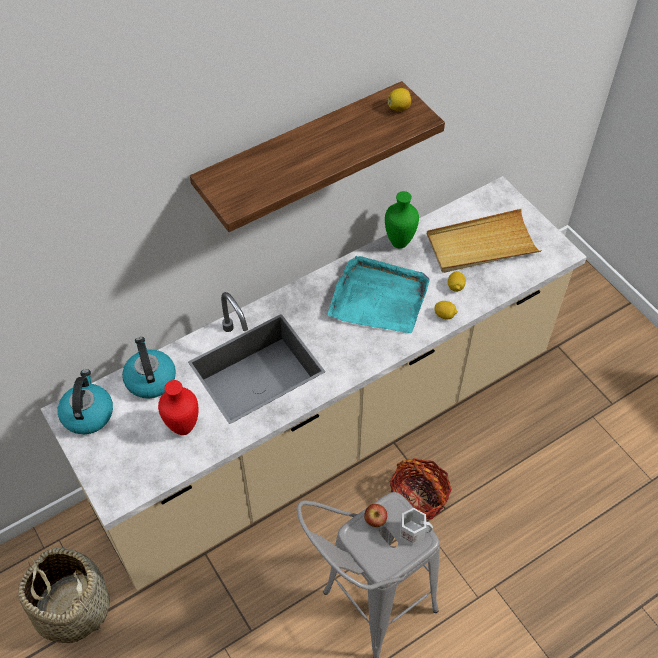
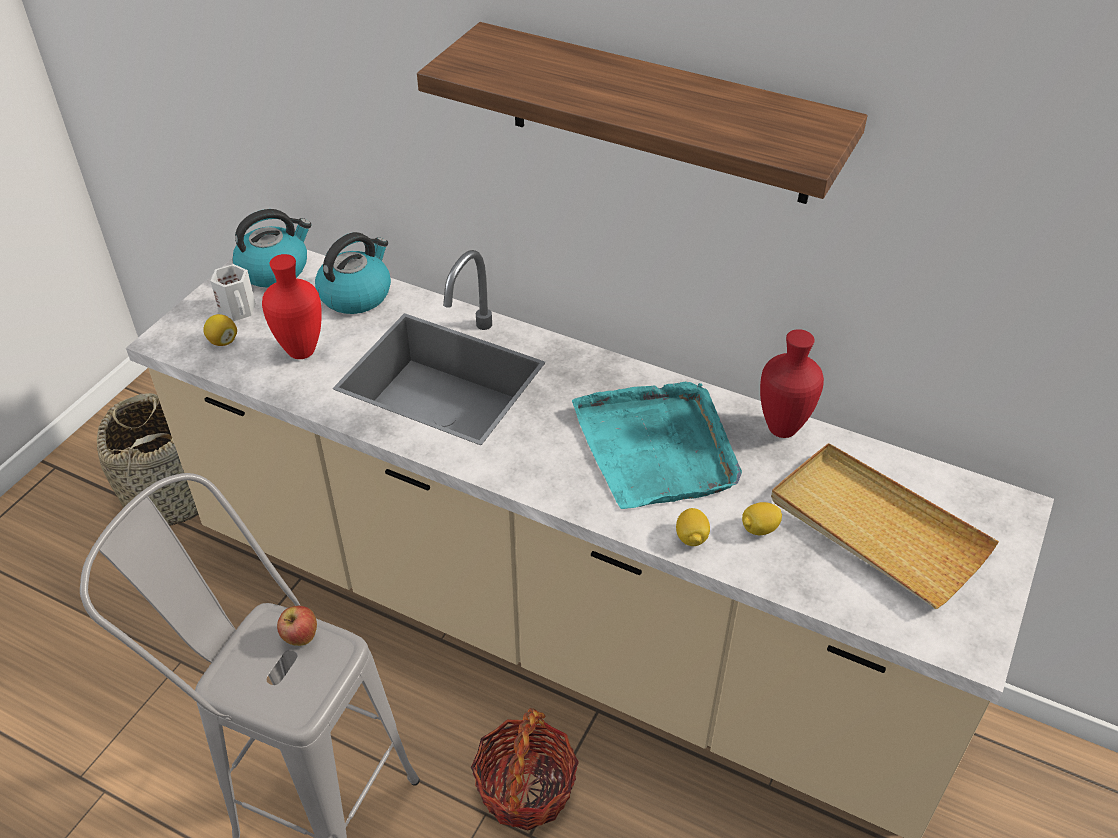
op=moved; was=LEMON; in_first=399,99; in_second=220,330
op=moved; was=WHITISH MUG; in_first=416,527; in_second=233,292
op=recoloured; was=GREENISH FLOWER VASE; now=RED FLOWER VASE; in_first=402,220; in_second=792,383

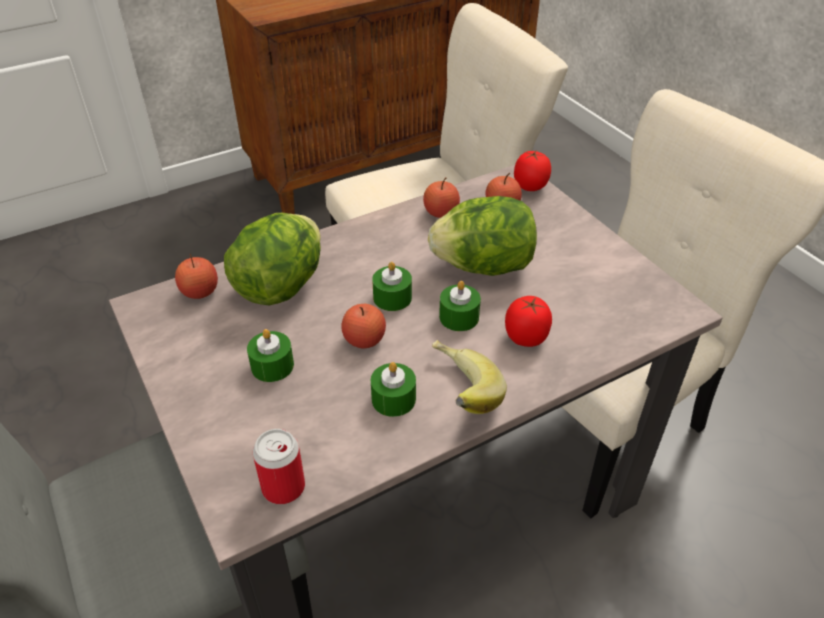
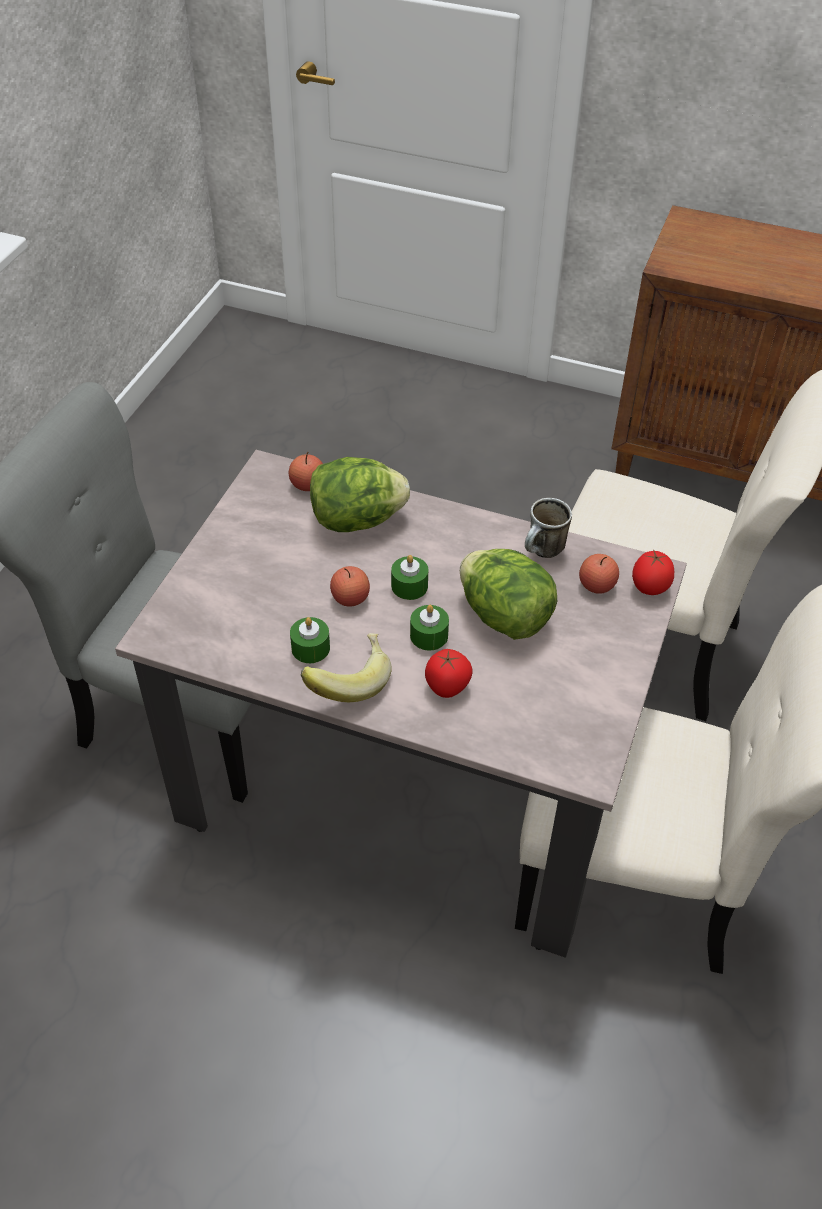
op=replaced; was=APPLE; now=MUG; in_first=441,198; in_second=548,528
op=removed; was=GREENISH WAX LIGHT; in_first=270,355
op=removed; was=SEALED CAN; in_first=279,466

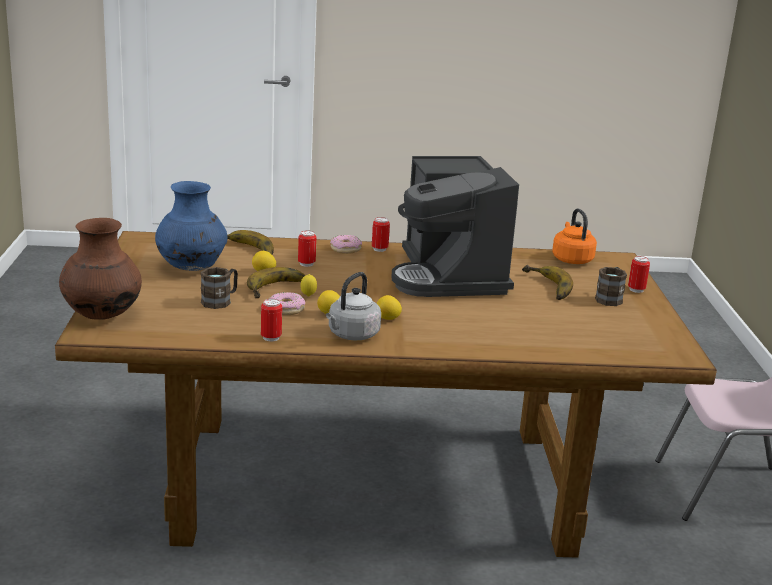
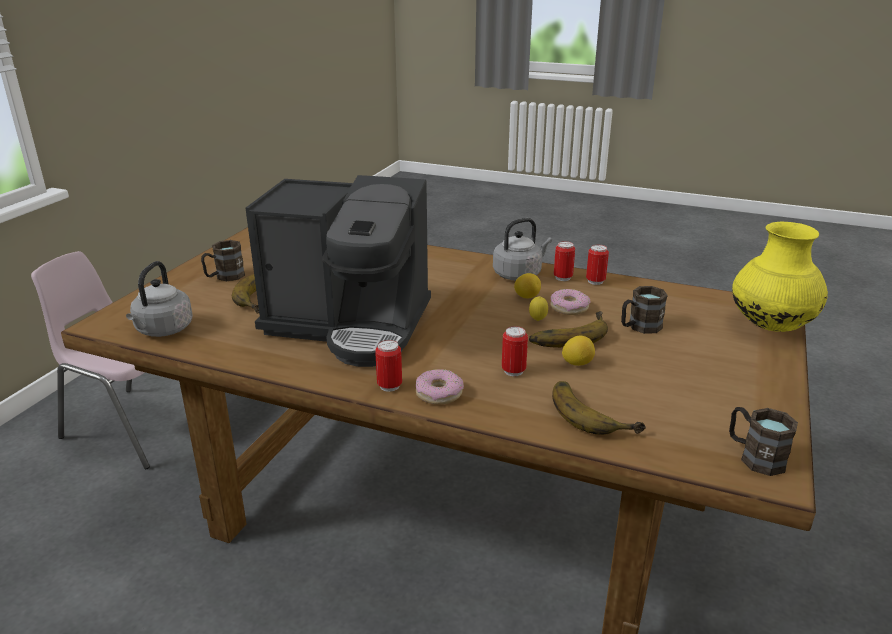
op=recoloured; was=ORANGEY WATER KETTLE; now=GREY WATER KETTLE; in_first=574,236; in_second=159,299
op=turned; was=COFFEE BREWER; in_first=455,226; in_second=338,271; clockwise=90
op=moved; was=SEALED CAN; in_first=639,274; in_second=564,261
op=added; now=BROWNISH MUG; in_second=763,441
op=recoloured; was=BROWNISH FLOWER VASE; now=YELLOWISH FLOWER VASE; in_first=100,269; in_second=780,277
op=removed; was=BLUE-COLOURED FLOWER VASE; in_first=191,226
op=removed; was=LEMON; in_first=389,307

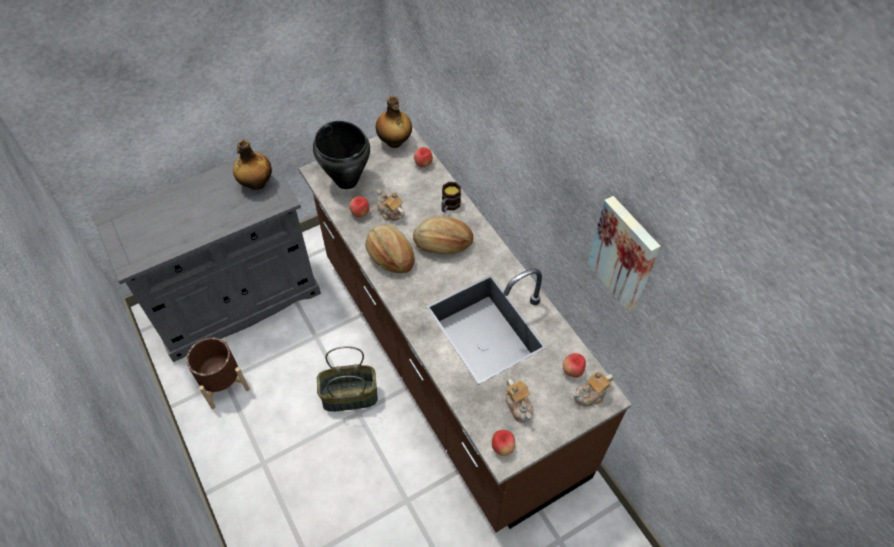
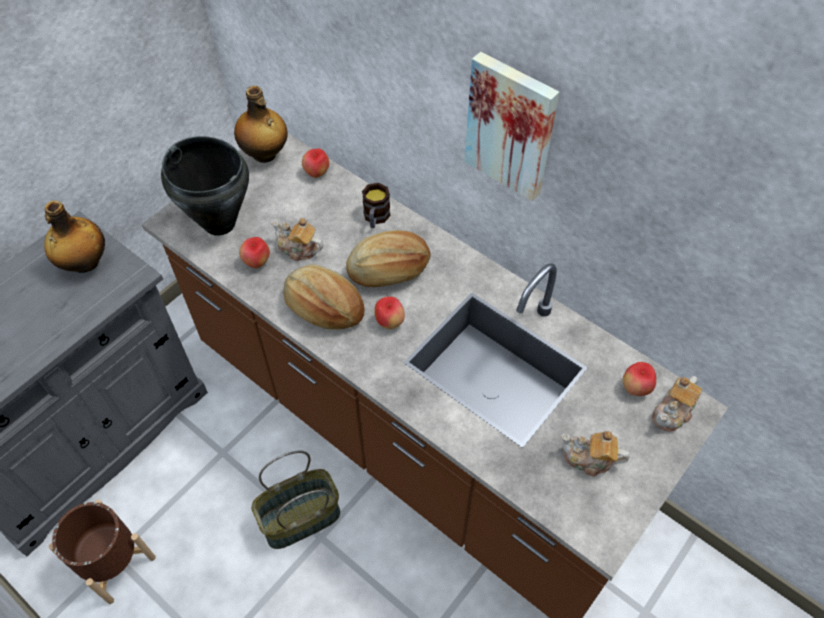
op=moved; was=APPLE; in_first=503,443; in_second=389,313
op=moved; was=WALL ART; in_first=624,254; in_second=511,126
op=turned; was=POT FOR TEA; in_first=520,401; in_second=595,454; clockwise=150

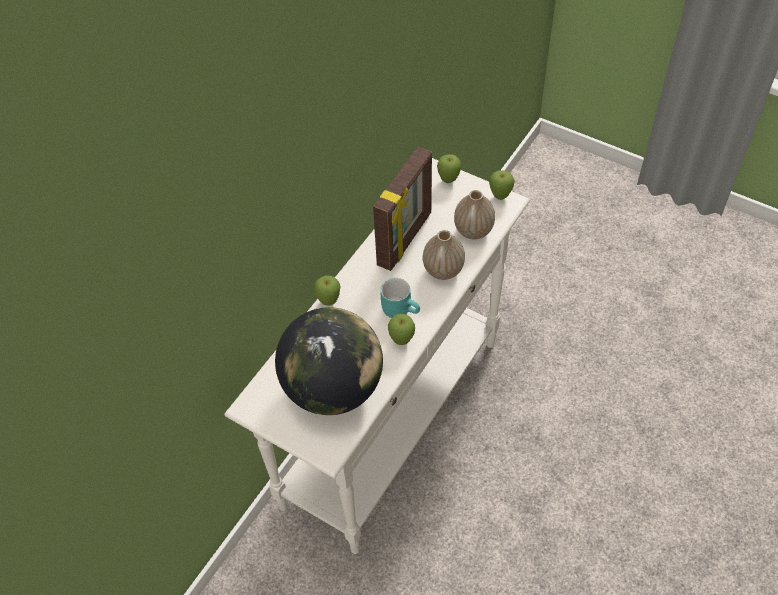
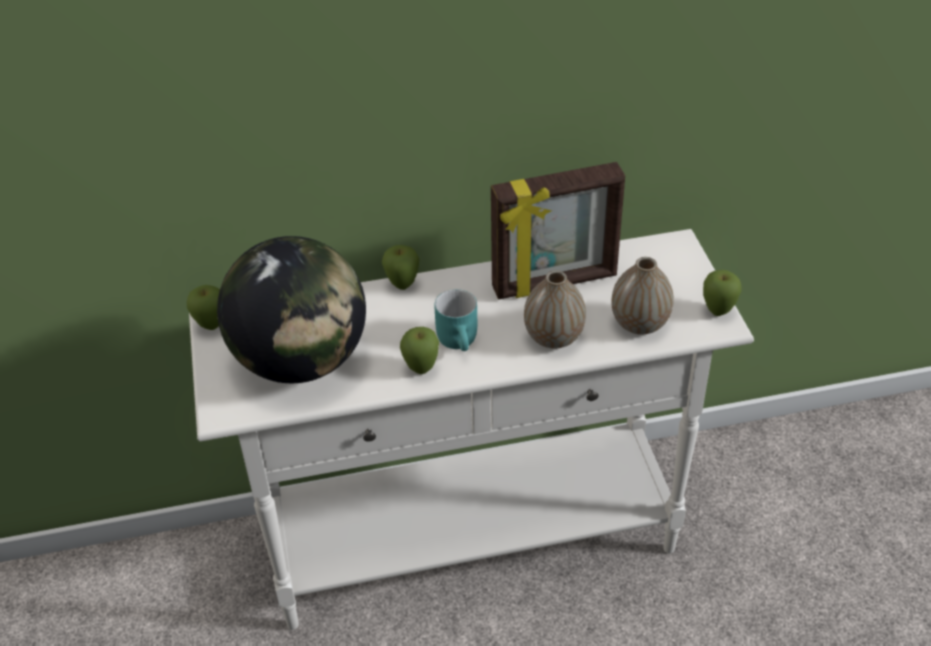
op=moved; was=APPLE; in_first=449,168; in_second=203,307

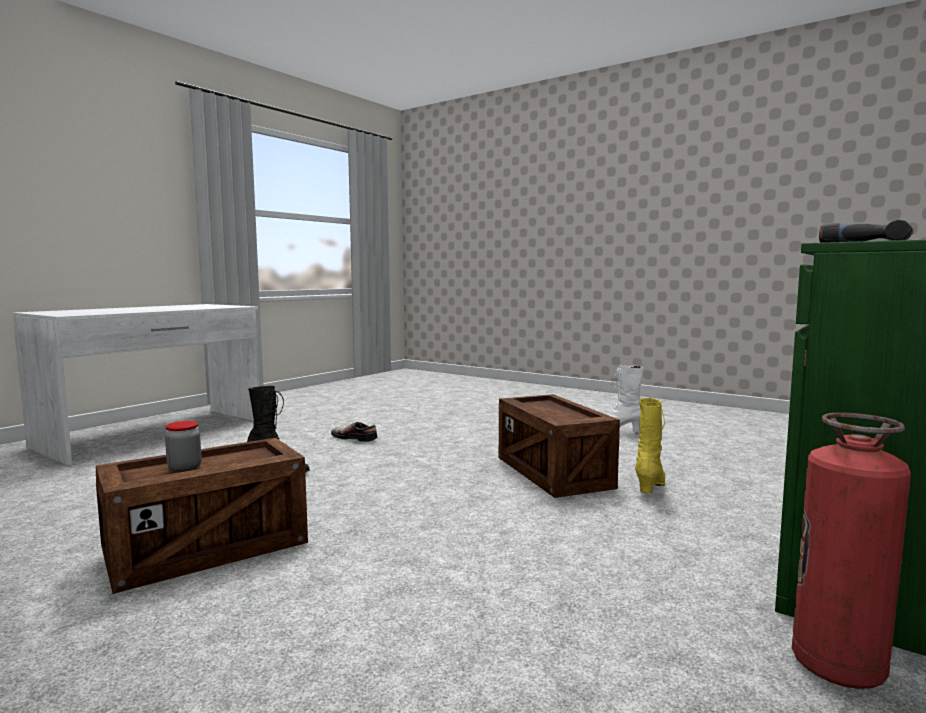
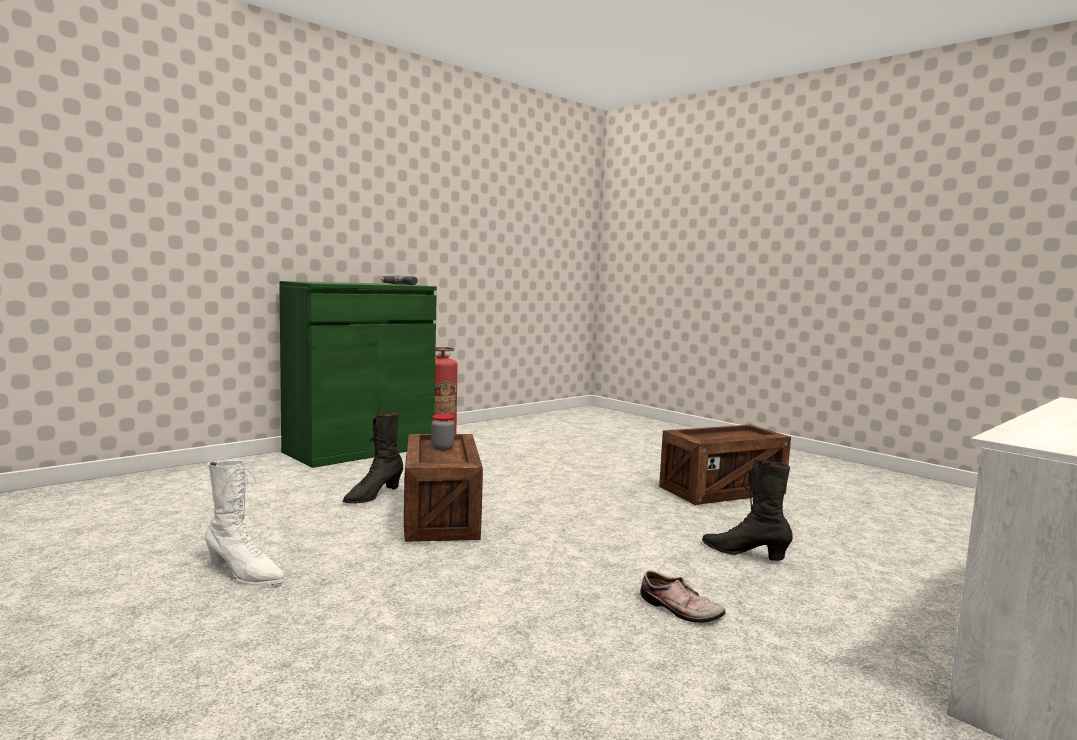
op=recoloured; was=YELLOWISH TALL BOOT; now=BLACKISH TALL BOOT; in_first=650,445; in_second=372,458
op=moved; was=PRESERVE JAR; in_first=183,446; in_second=443,432

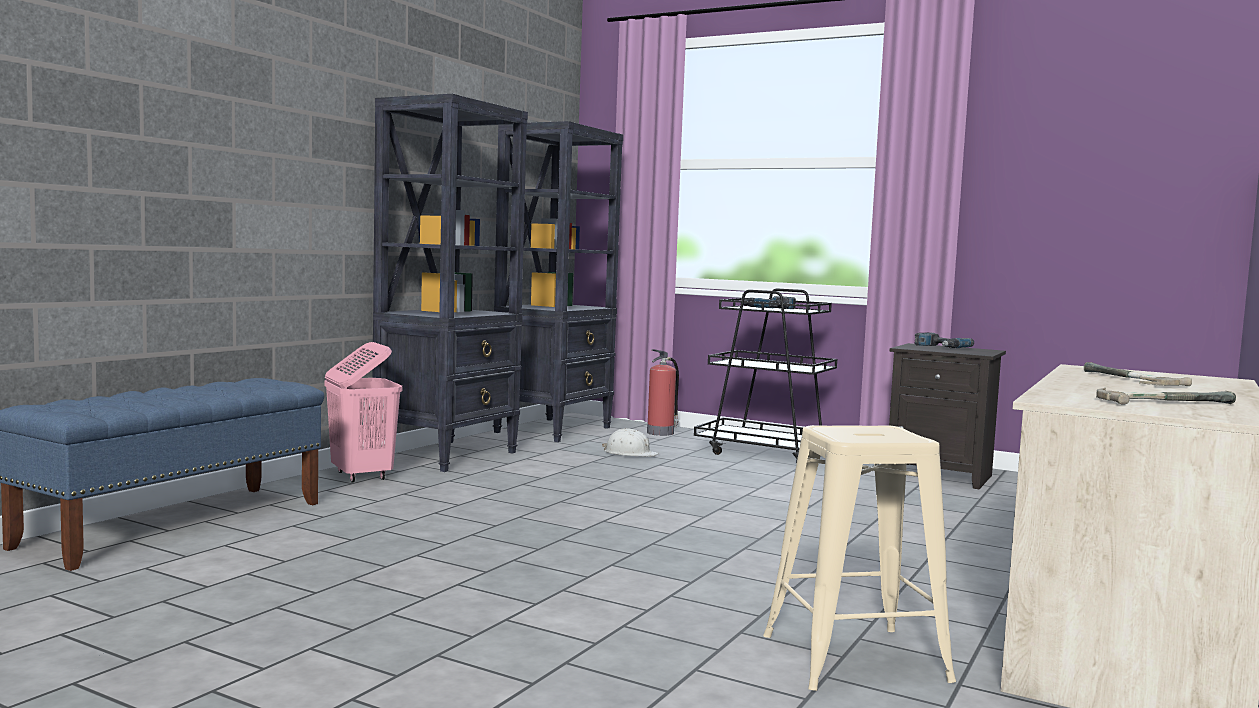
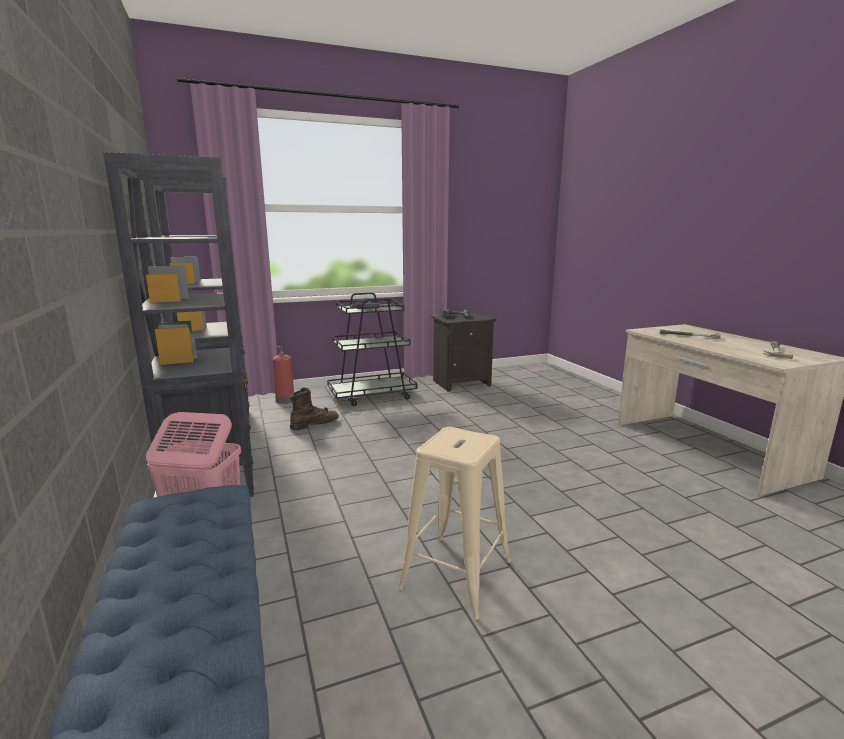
op=replaced; was=WHITISH WORK HELMET; now=BROWNISH TALL BOOT; in_first=630,442; in_second=314,409
op=moved; was=BEIGE-COLOURED SITTING STOOL; in_first=859,558; in_second=454,523

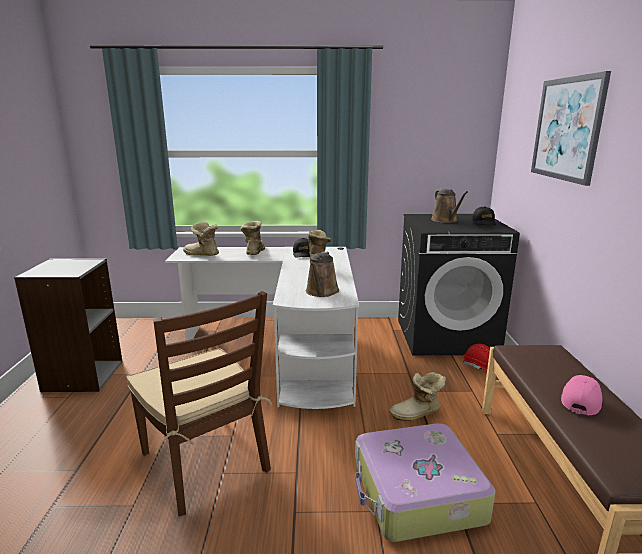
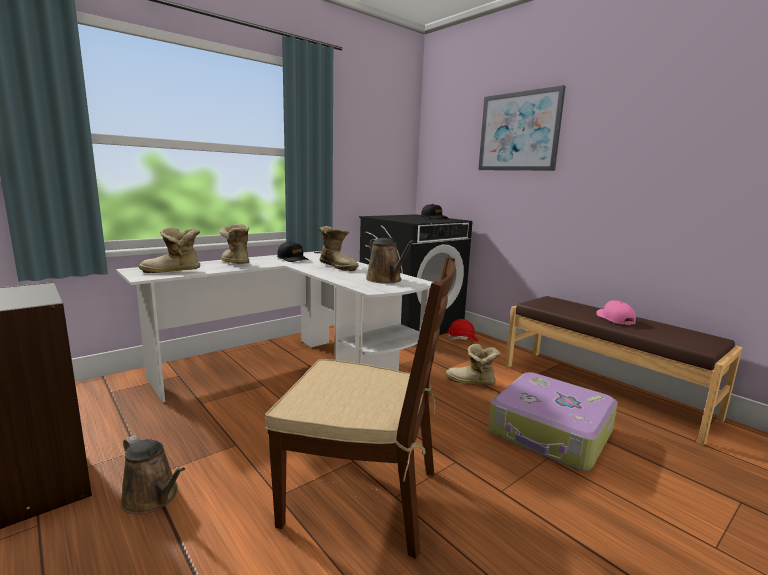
op=moved; was=BROWNISH WATERING POT; in_first=449,206; in_second=153,474
op=turned; was=TALL BOOT; in_first=417,396; in_second=473,364; clockwise=75

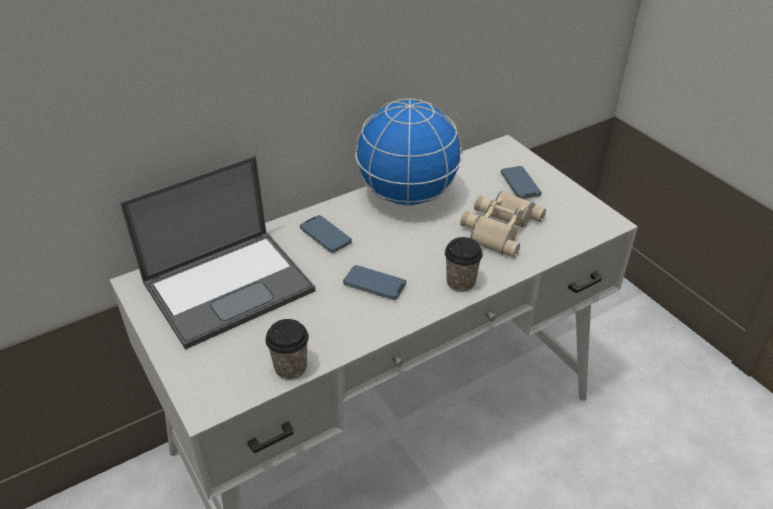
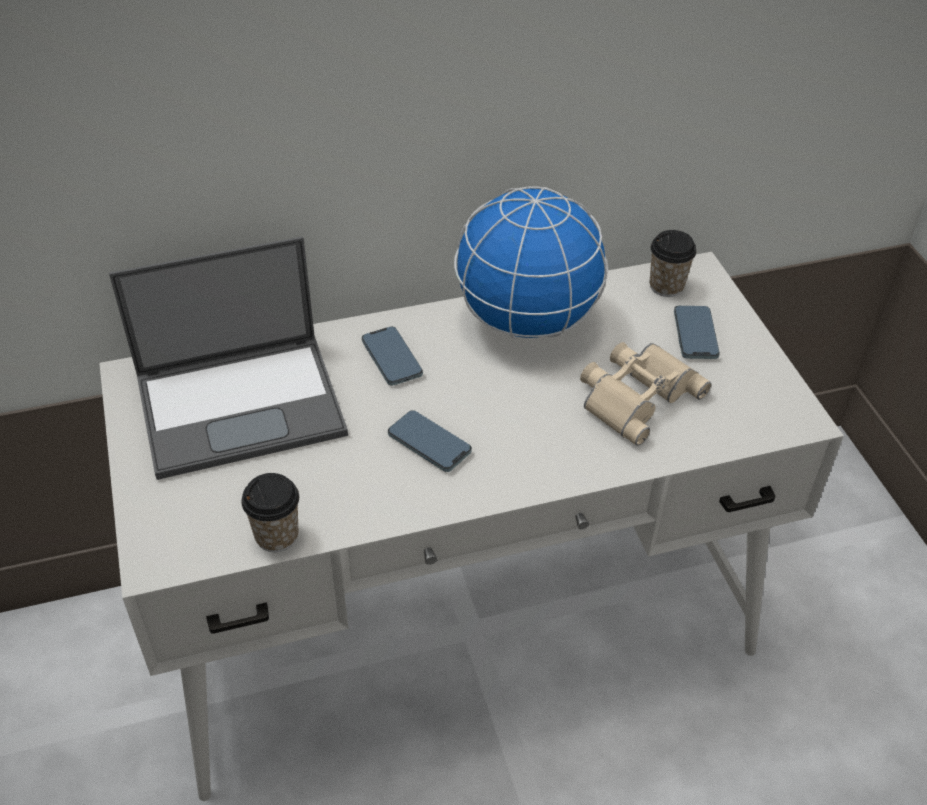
op=moved; was=DRINKING CUP; in_first=464,264; in_second=673,263

